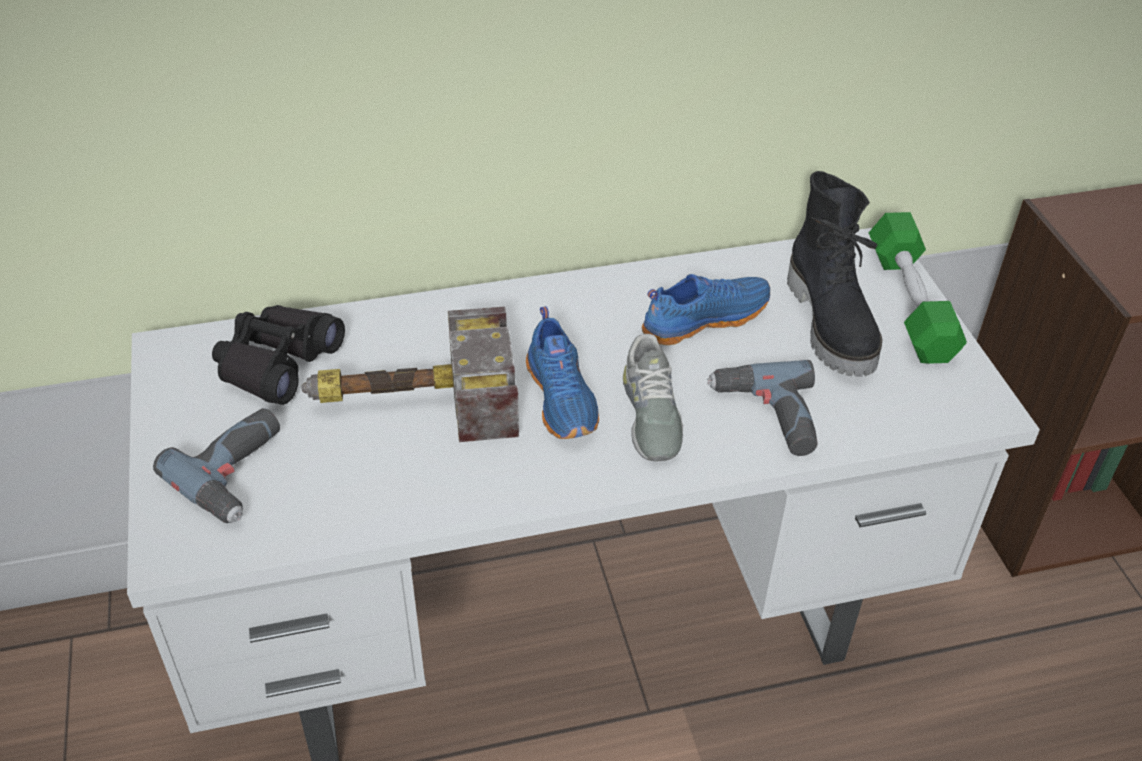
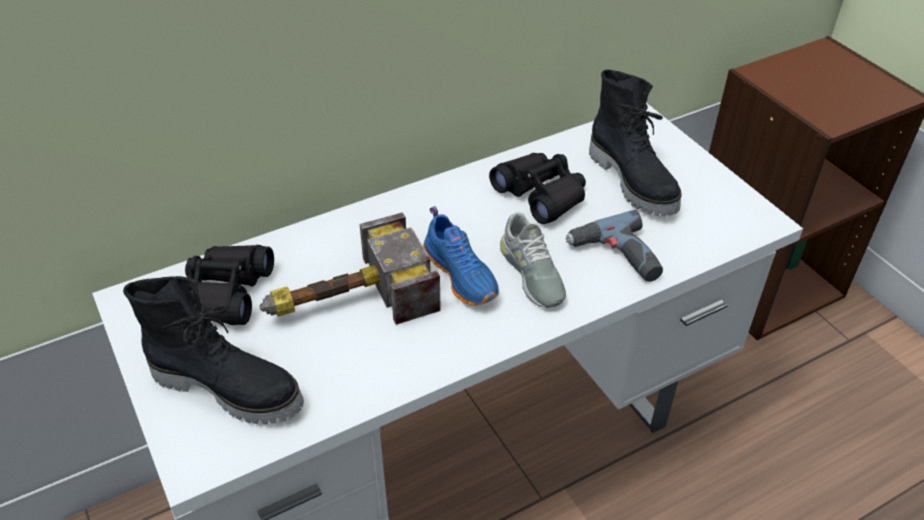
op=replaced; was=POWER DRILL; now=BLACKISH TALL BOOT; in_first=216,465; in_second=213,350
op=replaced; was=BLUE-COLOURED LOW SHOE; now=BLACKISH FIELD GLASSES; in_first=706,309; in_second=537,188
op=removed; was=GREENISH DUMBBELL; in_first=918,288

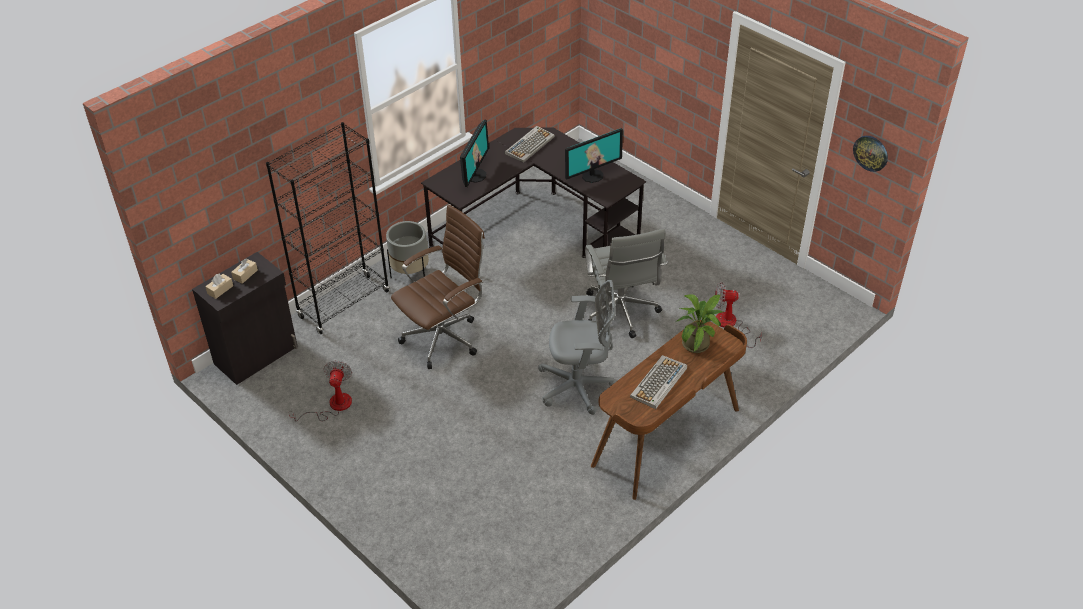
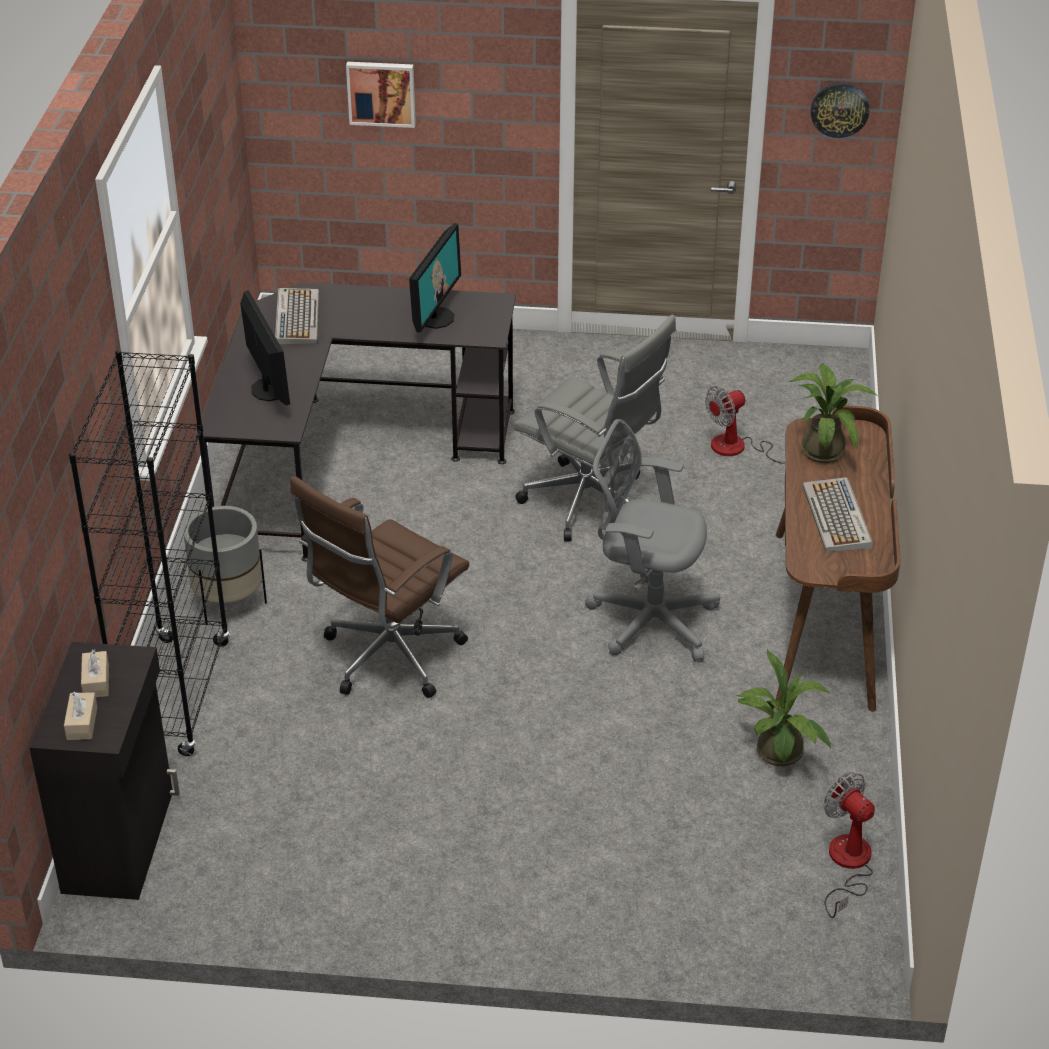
op=turned; was=BROWNISH DESK CHAIR; in_first=438,287; in_second=379,587; clockwise=-150
op=added; now=WALL ART; in_second=381,95
op=turned; was=GREY DESK CHAIR; in_first=578,347; in_second=652,540; clockwise=-120
op=added; now=PLANT IN A POT; in_second=784,708
op=moved; was=COOLING FAN; in_first=320,391; in_second=849,845

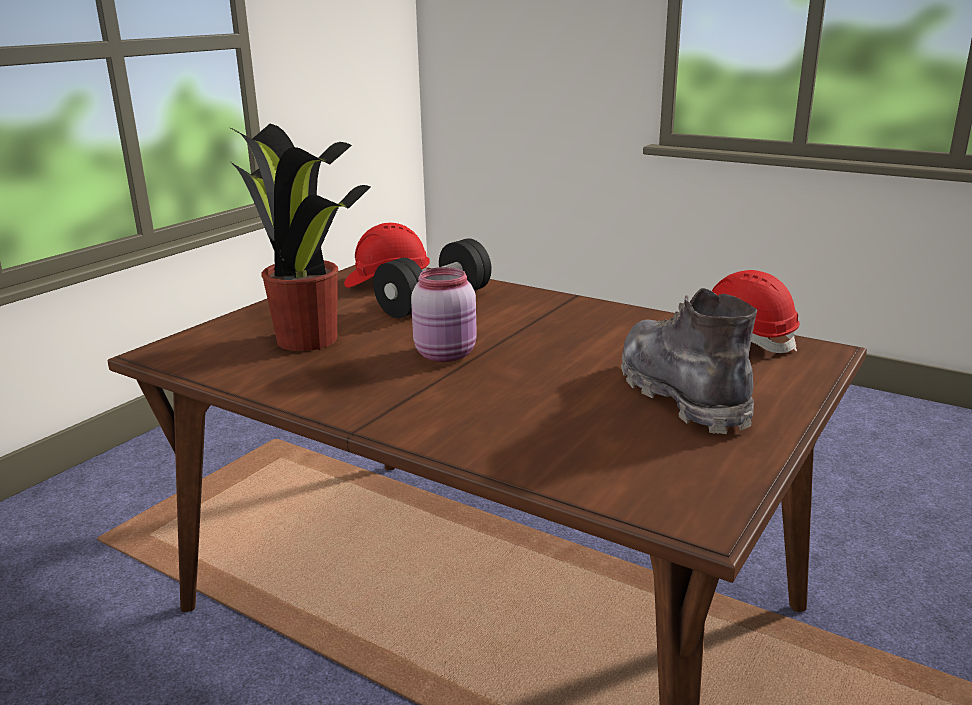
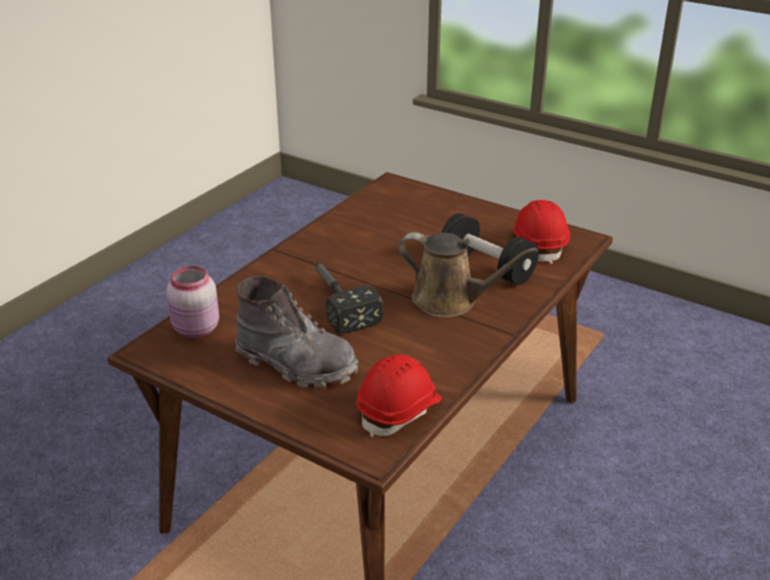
op=moved; was=PINKISH PRESERVE JAR; in_first=444,314; in_second=193,302
op=turned; was=GREY TALL BOOT; in_first=689,361; in_second=296,332; clockwise=45
op=added; now=HAMMER; in_second=348,298
op=added; now=BROWNISH WATERING POT; in_second=468,274
op=removed; was=PLANT IN A POT; in_first=300,237

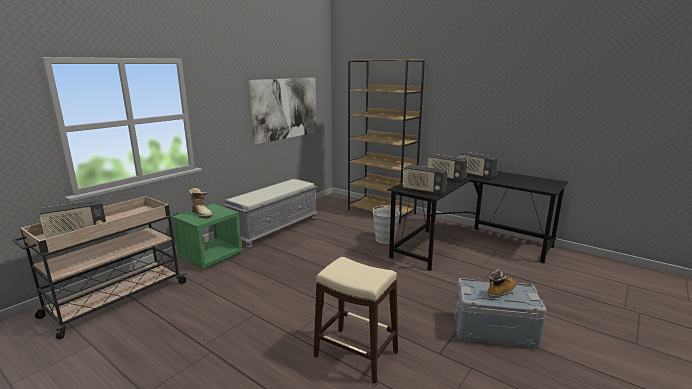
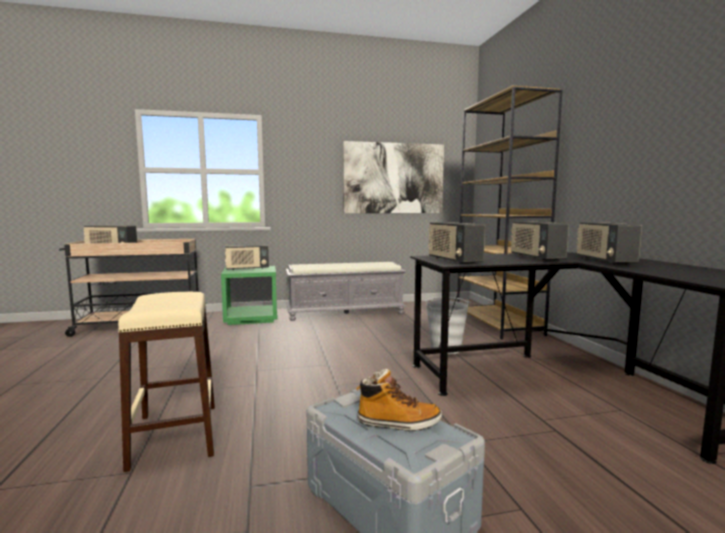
op=replaced; was=TALL BOOT; now=RADIO RECEIVER; in_first=201,203; in_second=247,257

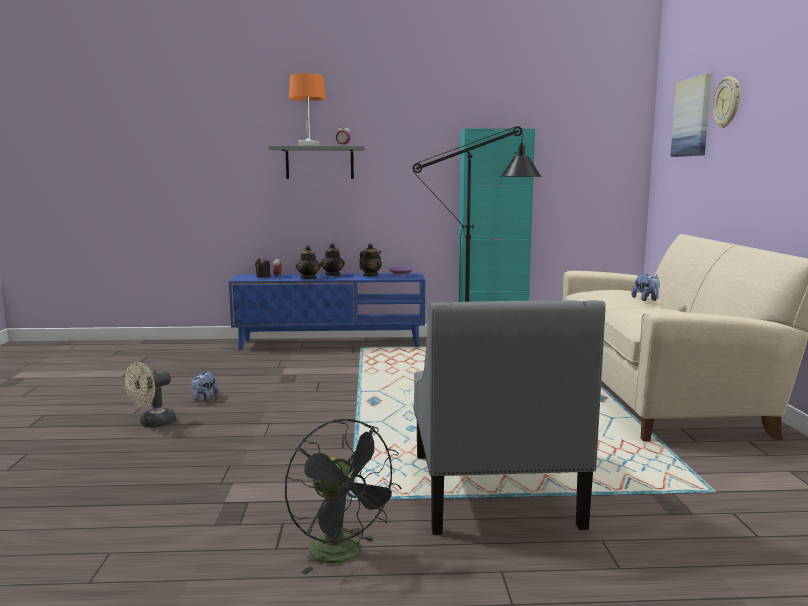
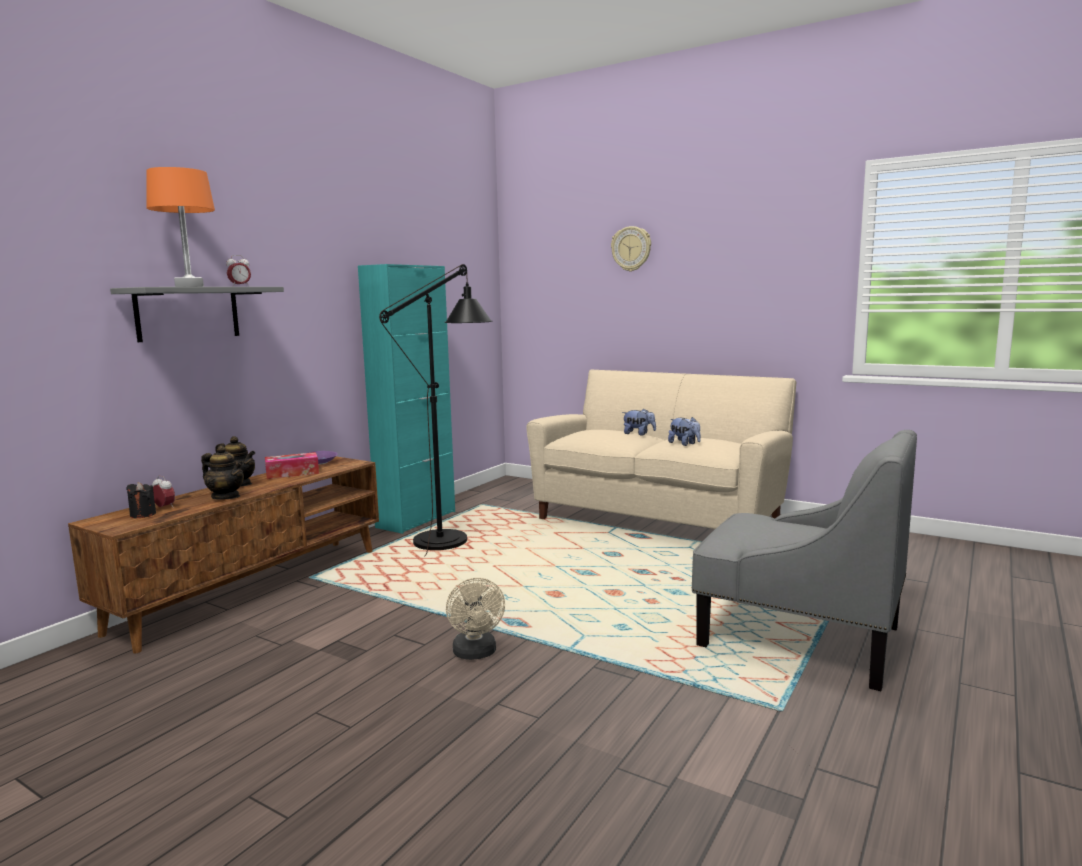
op=recoloured; was=BLUE-COLOURED TV UNIT; now=BROWNISH TV UNIT; in_first=327,311; in_second=223,554
op=replaced; was=POT FOR TEA; now=TISSUE HOLDER; in_first=370,260; in_second=292,465
op=moved; was=BEIGE-COLOURED COOLING FAN; in_first=151,395; in_second=475,619
op=moved; was=PLUSH TOY; in_first=205,386; in_second=684,431
op=removed; was=BLACKISH COOLING FAN; in_first=343,497
op=removed; was=WALL ART; in_first=691,115

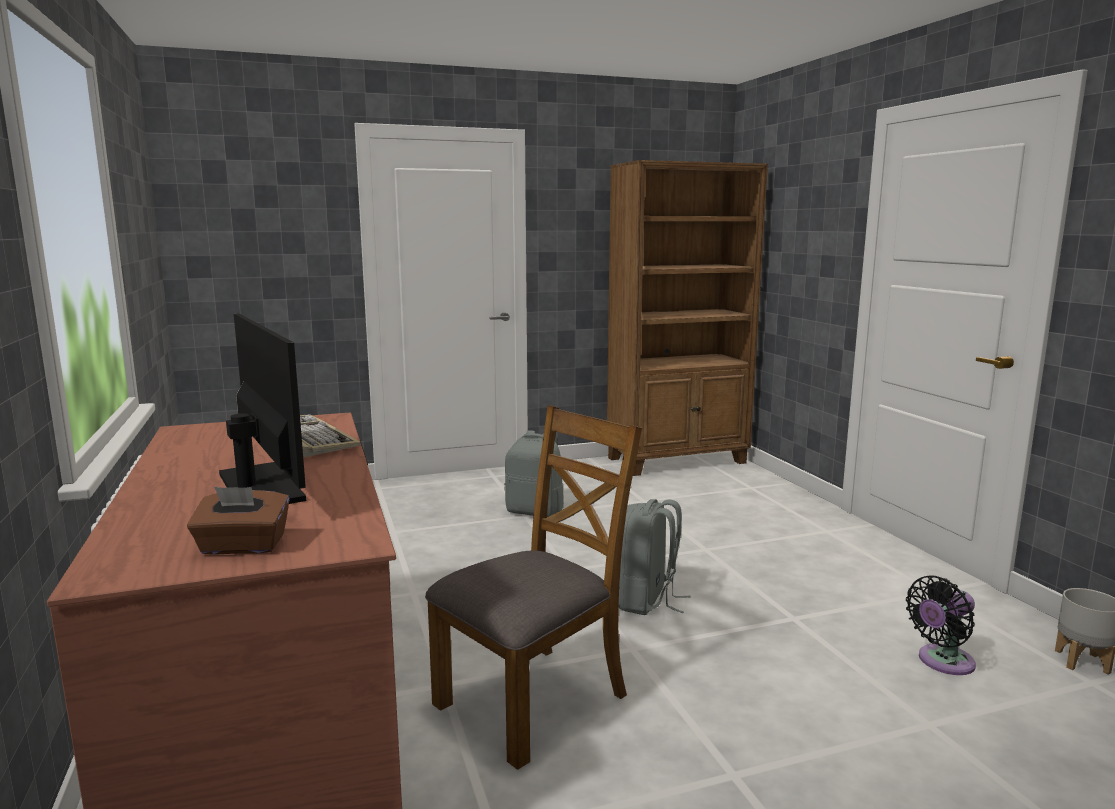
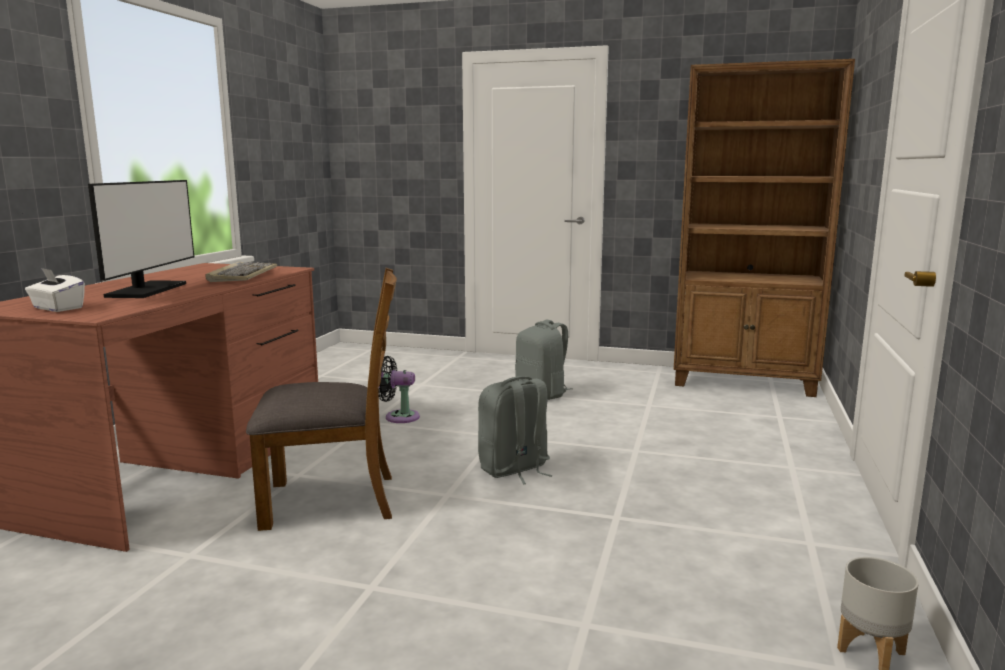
op=recoloured; was=BROWNISH TISSUE HOLDER; now=WHITISH TISSUE HOLDER; in_first=238,521; in_second=55,290
op=moved; was=BLACKISH COOLING FAN; in_first=941,625; in_second=399,389

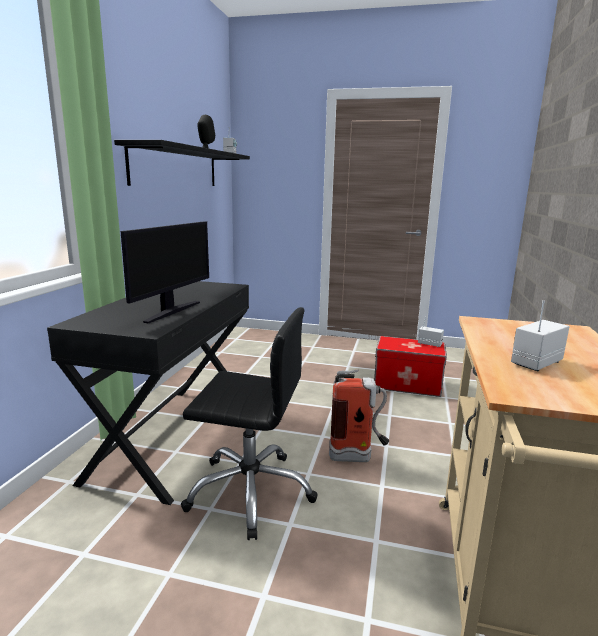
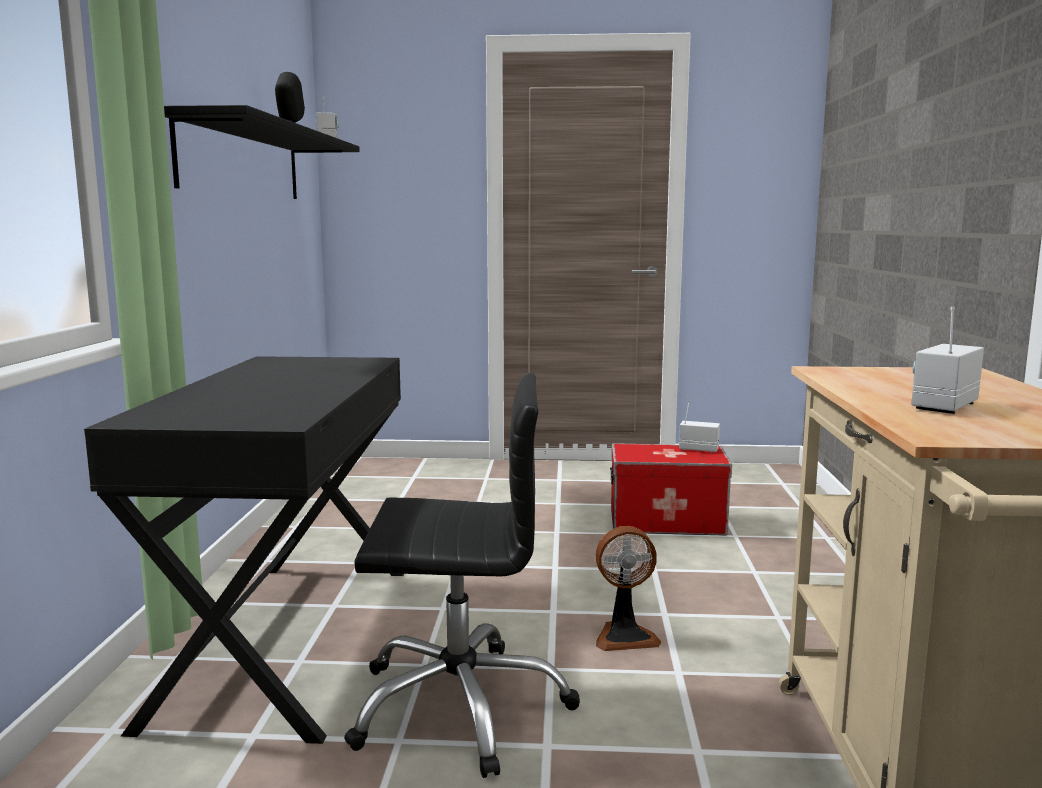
op=replaced; was=FIRE EXTINGUISHER; now=COOLING FAN; in_first=359,415; in_second=628,588
op=removed; was=COMPUTER DISPLAY; in_first=165,272

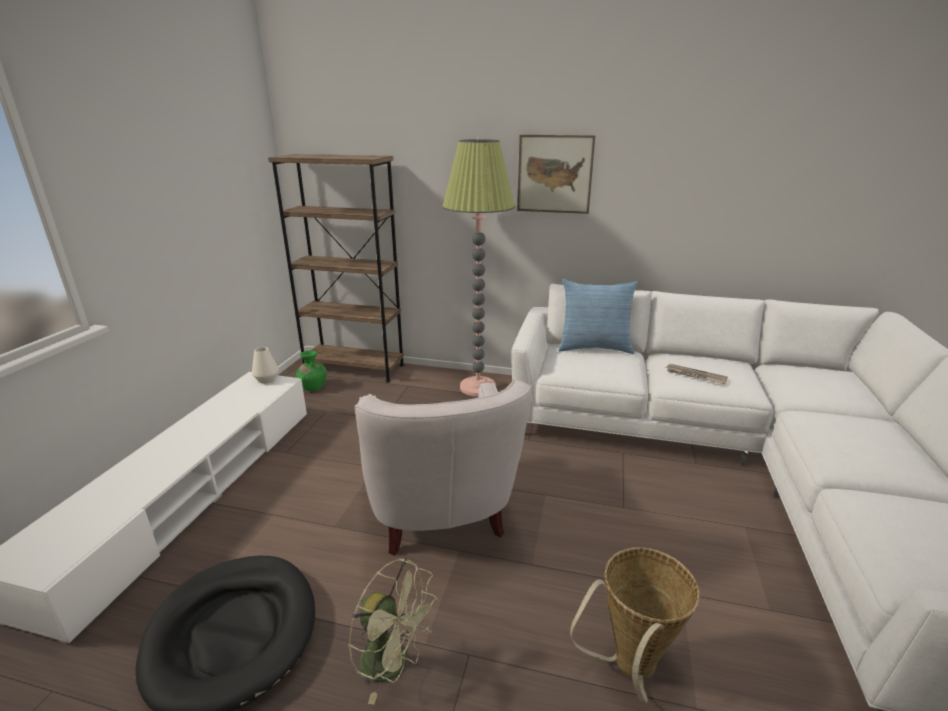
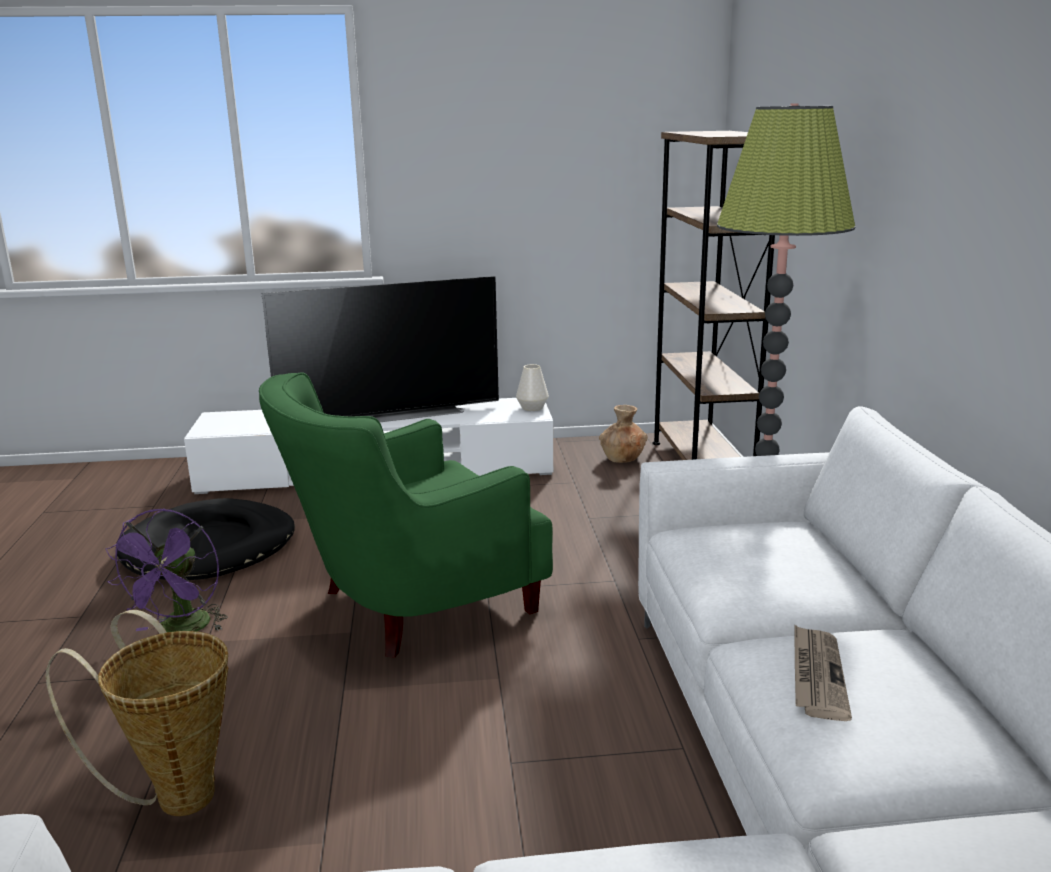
op=recoloured; was=GREENISH COOLING FAN; now=PURPLISH COOLING FAN; in_first=393,631; in_second=167,570
op=recoloured; was=WHITISH ARMCHAIR; now=GREENISH ARMCHAIR; in_first=443,467; in_second=406,515
op=added; now=TELEVISION; in_second=380,349
op=recoloured; was=GREENISH FLOWER VASE; now=BROWNISH FLOWER VASE; in_first=311,370; in_second=623,434
op=removed; was=WALL ART; in_first=556,174
op=removed; was=CUSHION; in_first=598,316

